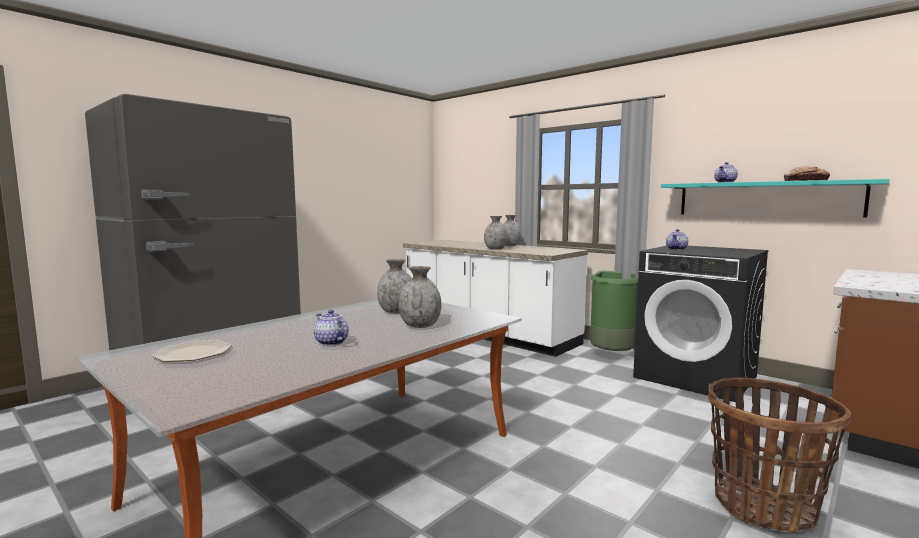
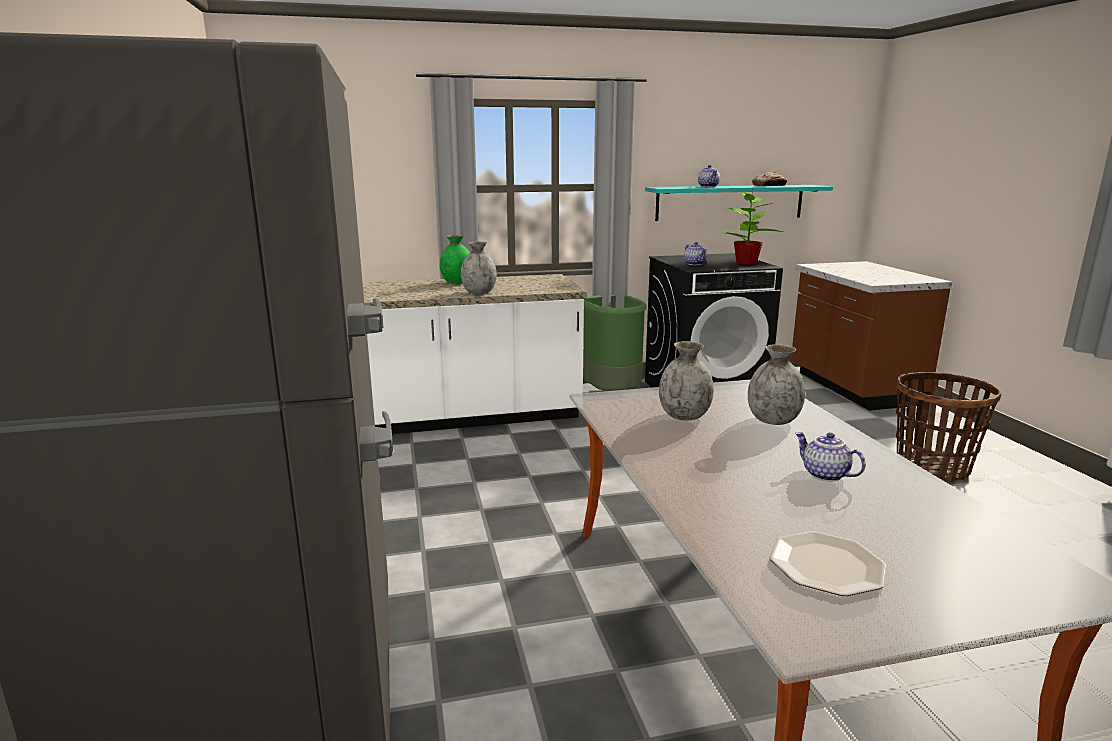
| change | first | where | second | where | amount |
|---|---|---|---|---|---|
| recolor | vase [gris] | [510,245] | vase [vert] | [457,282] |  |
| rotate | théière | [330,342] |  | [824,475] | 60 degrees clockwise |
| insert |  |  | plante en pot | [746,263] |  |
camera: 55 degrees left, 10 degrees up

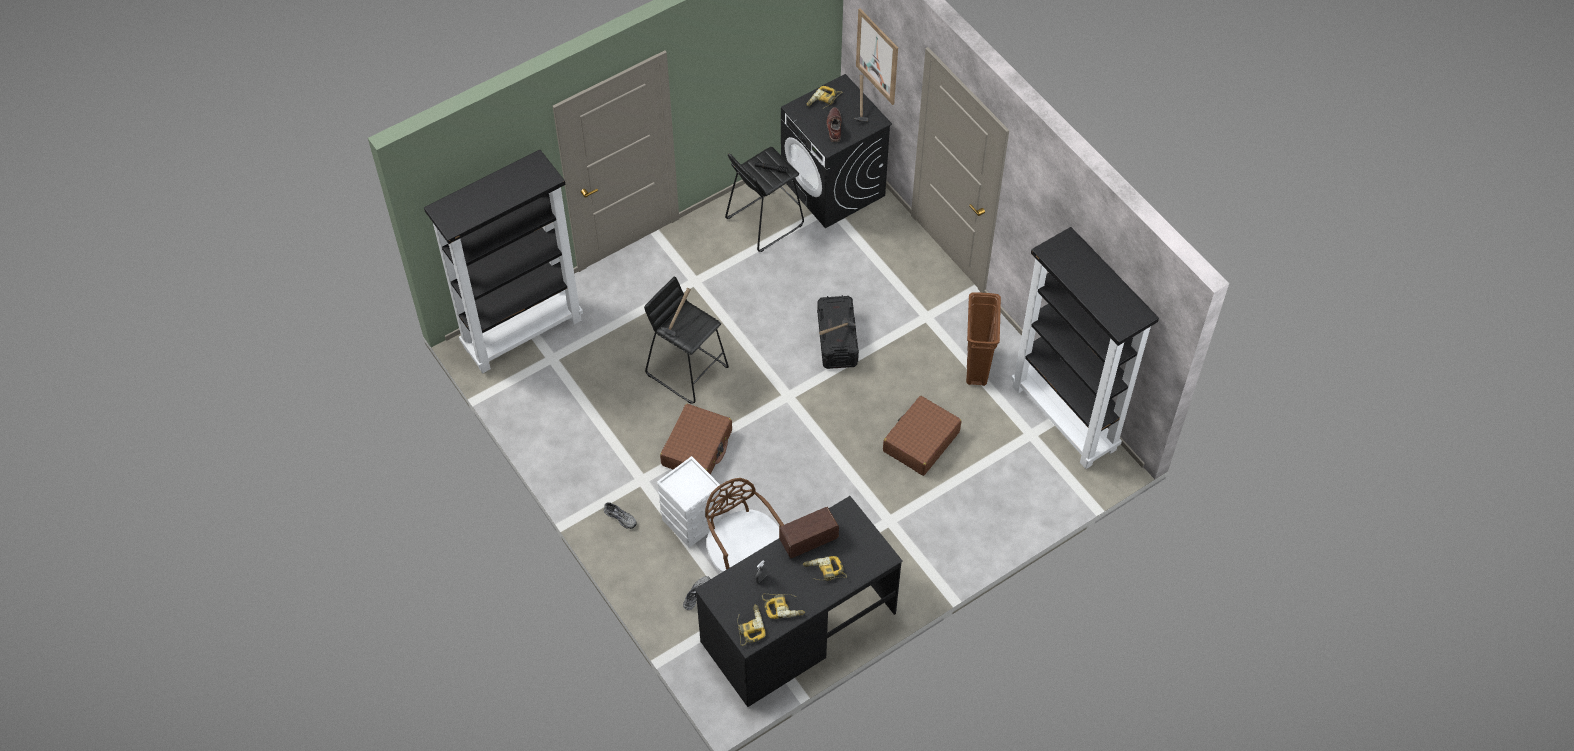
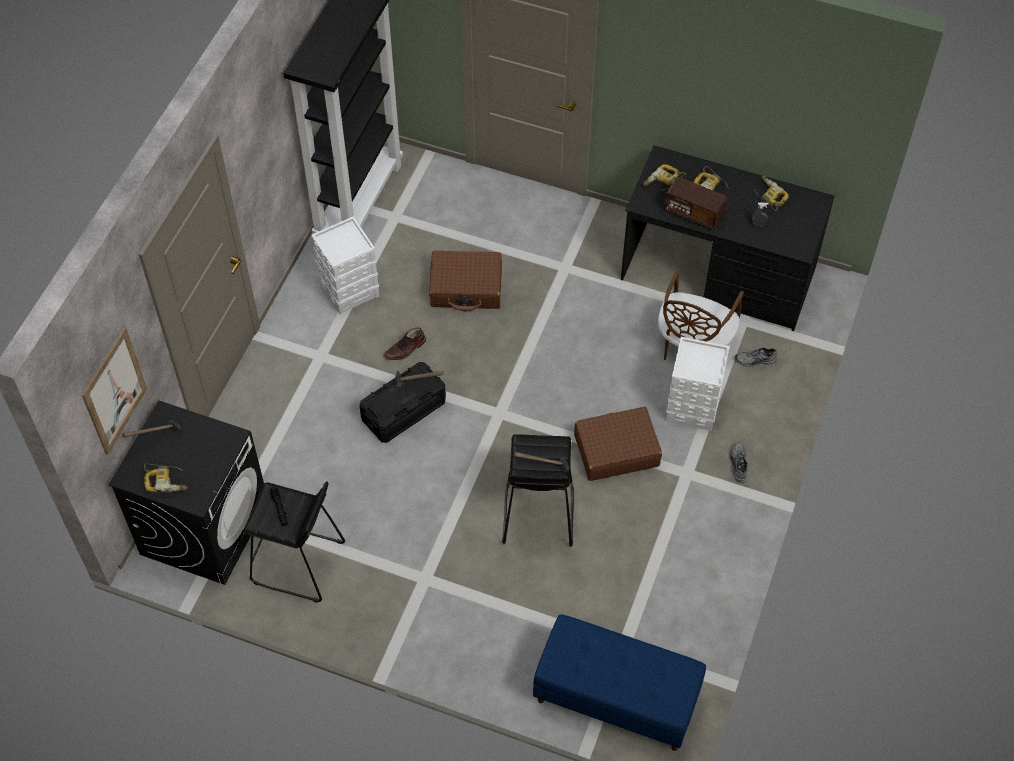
| change | first | where | second | where | amount |
|---|---|---|---|---|---|
| move | botte [marron] | [834,127] |  | [405,349] |  |
| replace | bibliothèque [noir] | [523,332] | banc [bleu] | [615,698] |  |
| replace | poubelle [marron] | [977,366] | boîte de rangement [blanc] | [350,289] |  |
| move | perceuse | [749,627] |  | [663,182] |  |
camera: 125 degrees left, 0 degrees up

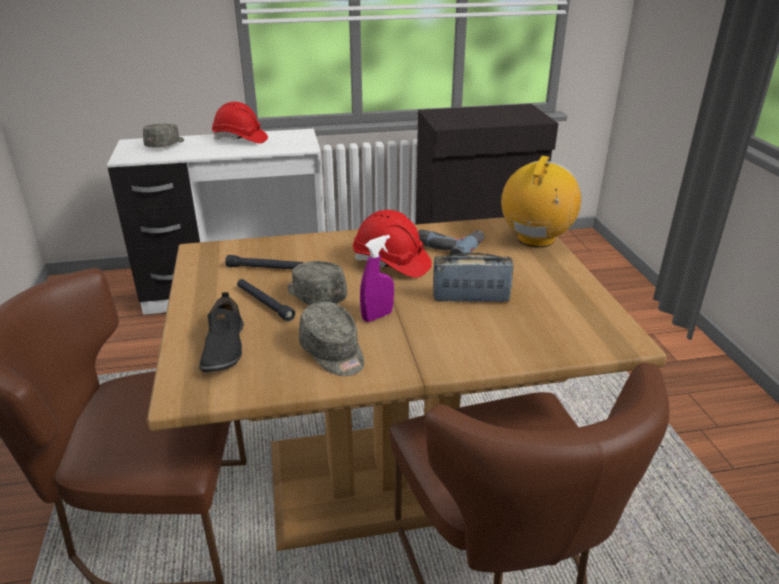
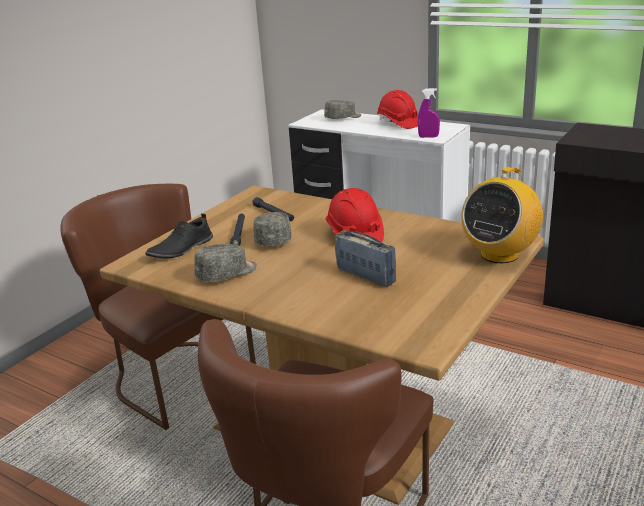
| change | first | where | second | where | amount |
|---|---|---|---|---|---|
| rotate | radio | [535,239] |  | [499,254] | 150 degrees clockwise |
| delete | perceuse | [449,246] |  |  |  |
| move | vaporisateur [violet] | [377,316] |  | [428,137] |  |
| rotate | casquette [gris] | [333,353] |  | [227,273] | 135 degrees counterclockwise |
camera: 45 degrees right, 5 degrees down

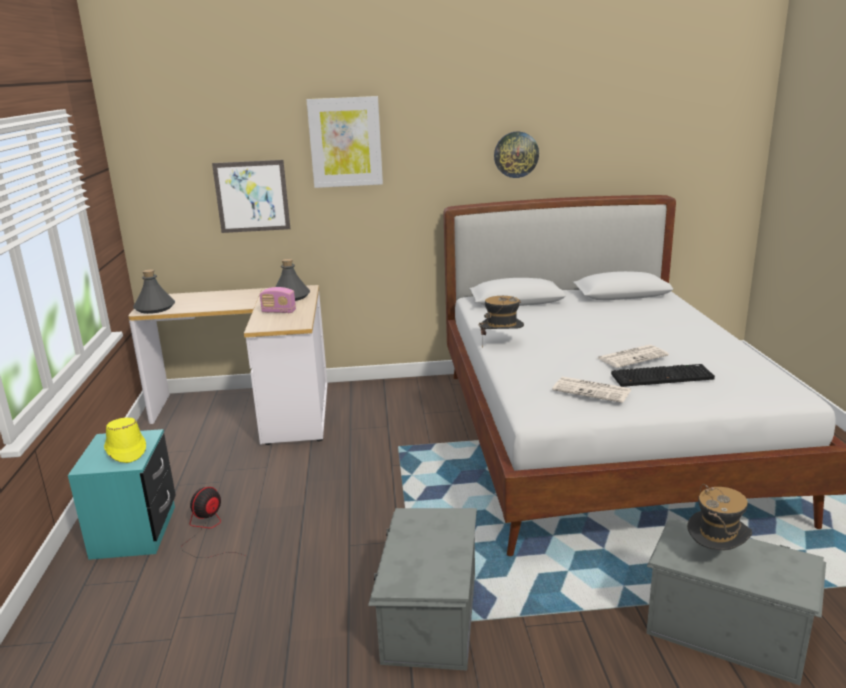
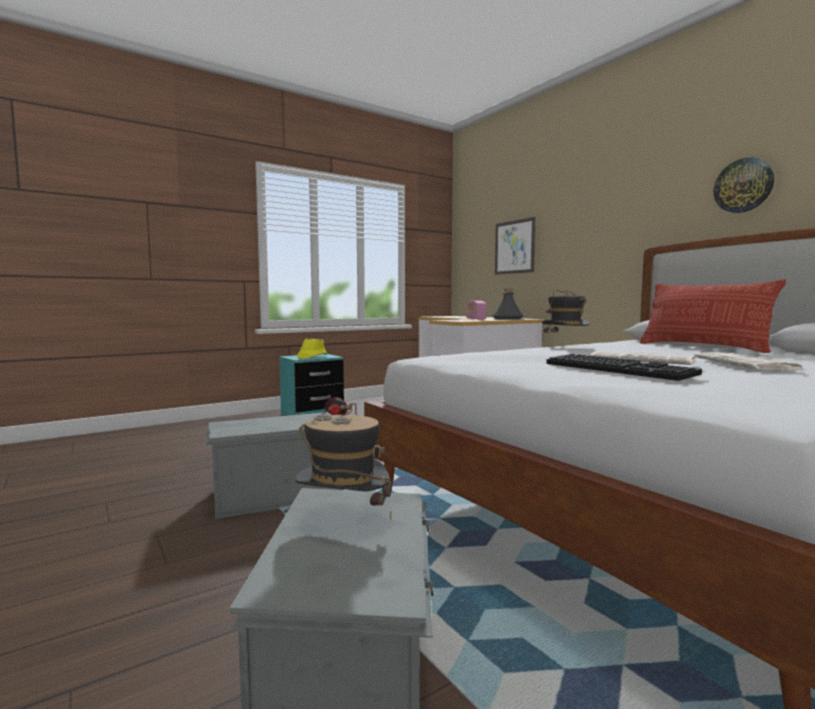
| change | first | where | second | where | amount |
|---|---|---|---|---|---|
| delete | tableau | [345,142] |  |  |  |
| delete | bouteille [gris] | [155,308] |  |  |  |
| move | journal | [593,390] |  | [746,364] |  |
| insert |  |  | coussin | [702,347] |  |
camera: 60 degrees right, 15 degrees down

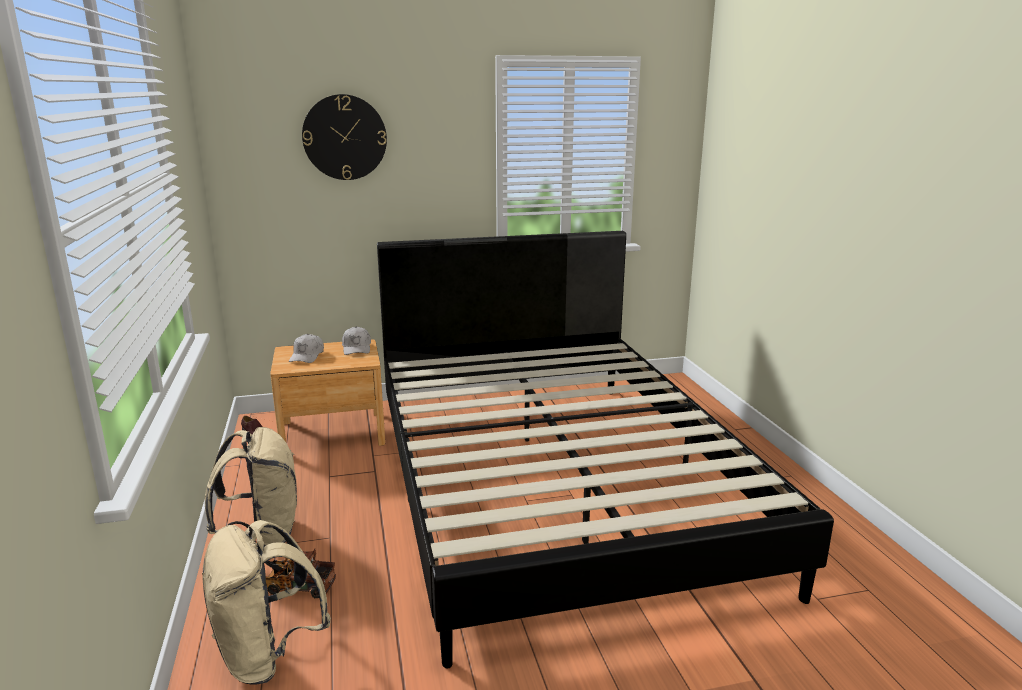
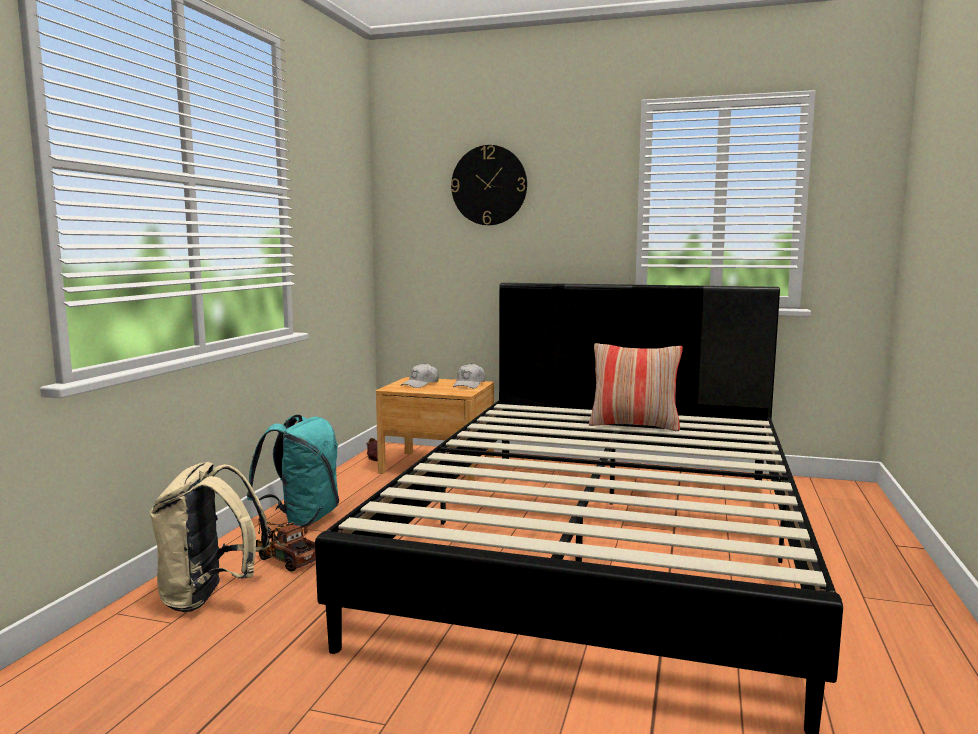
| change | first | where | second | where | amount |
|---|---|---|---|---|---|
| recolor | sac à dos [beige] | [262,536] | sac à dos [turquoise] | [301,520] |  |
| insert |  |  | coussin | [634,425] |  |
camera: 30 degrees right, 10 degrees down

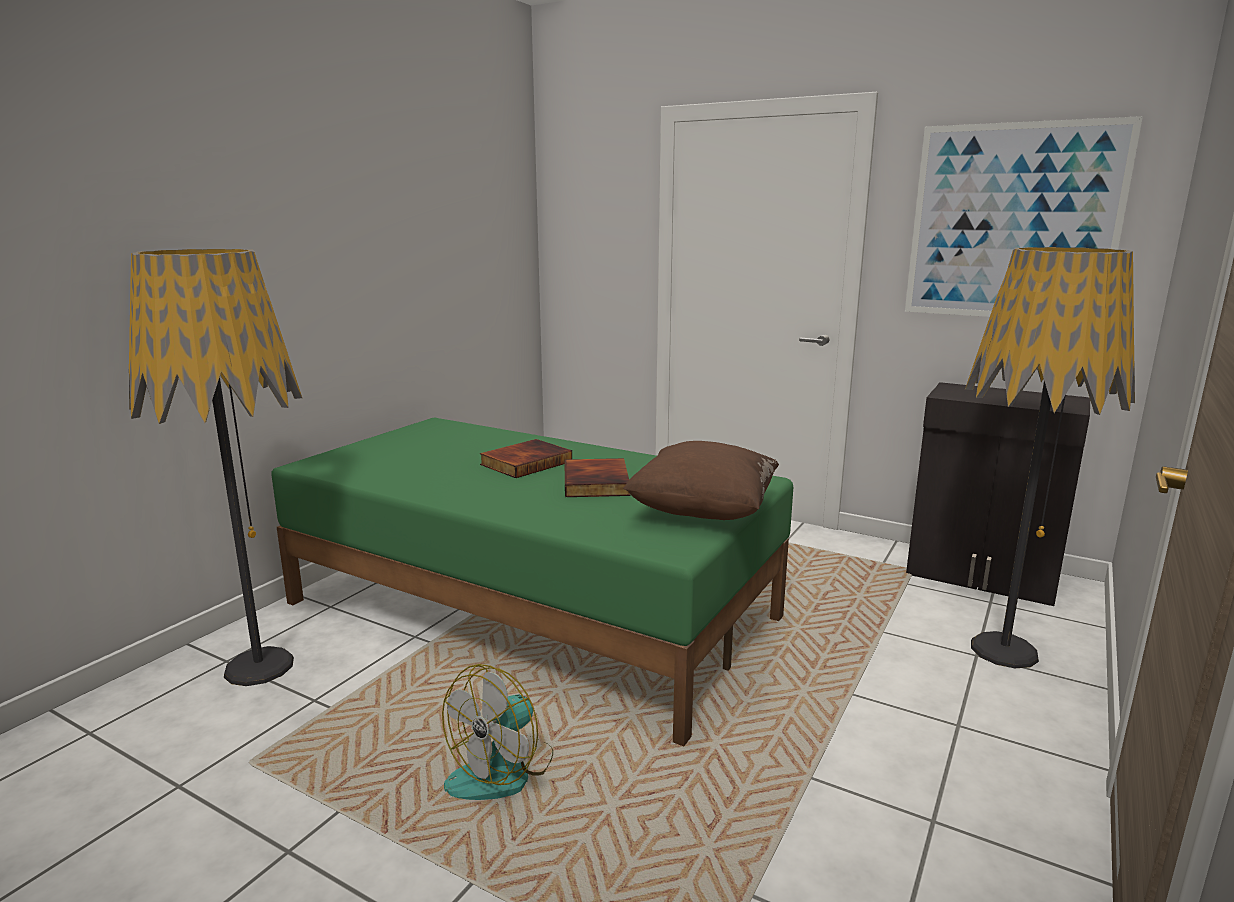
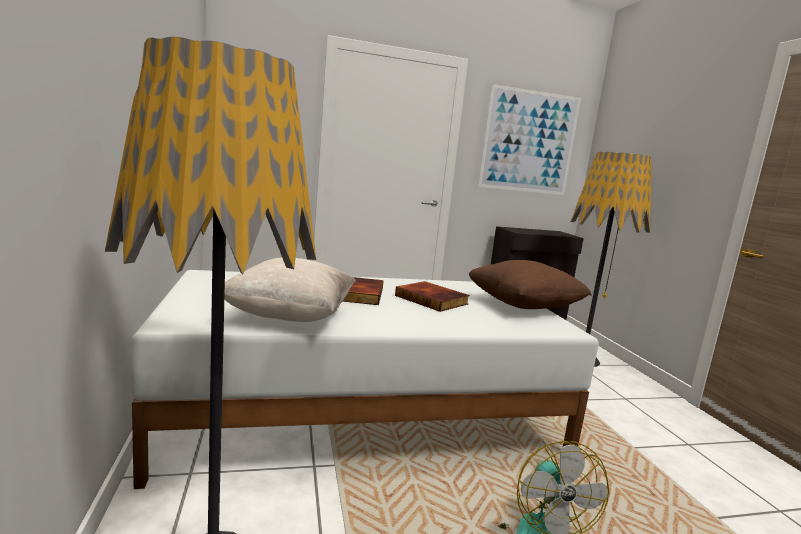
| change | first | where | second | where | amount |
|---|---|---|---|---|---|
| recolor | lit [vert] | [531,608] | lit [blanc] | [361,412] |  |
| insert |  |  | coussin [beige] | [290,317] |  |
camera: 45 degrees left, 5 degrees down

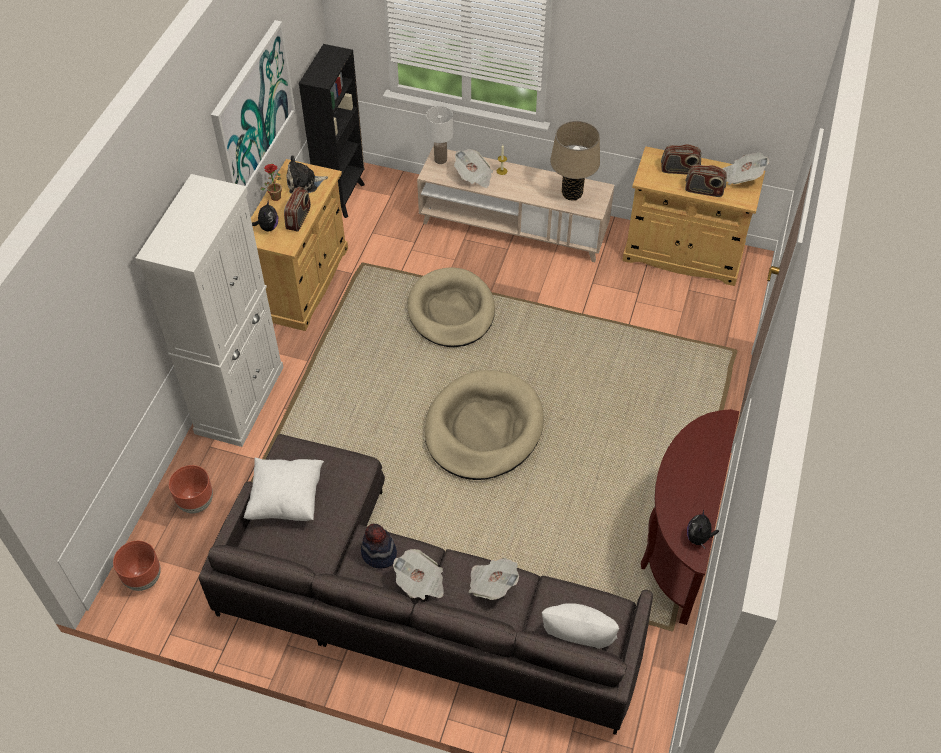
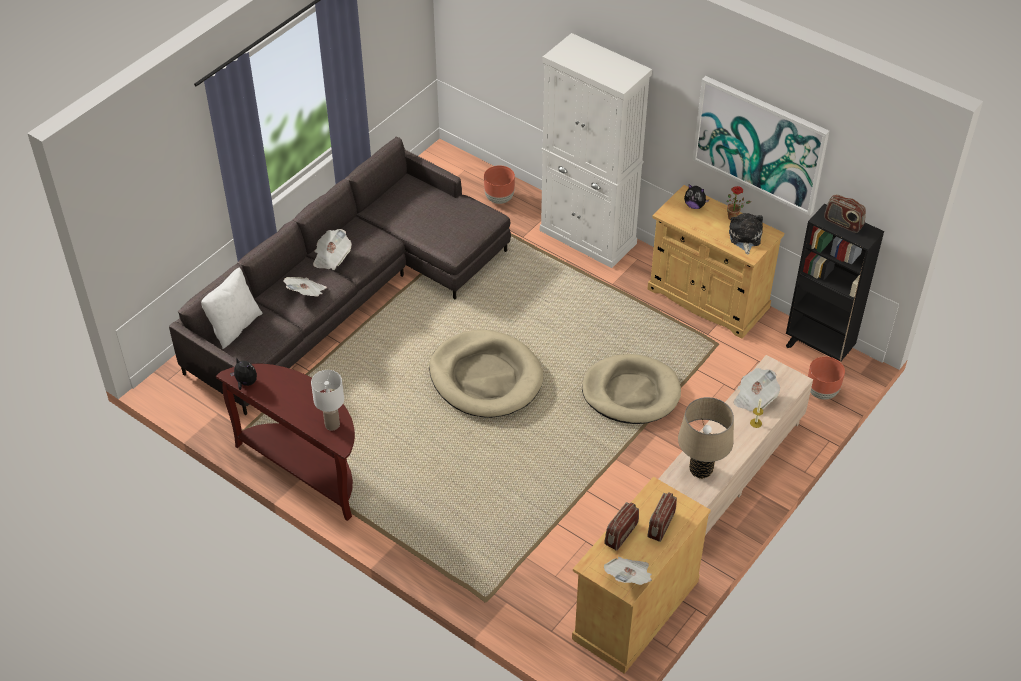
| change | first | where | second | where | amount |
|---|---|---|---|---|---|
| move | lampe de table [blanc] | [440,160] |  | [332,424] |  |
| move | radio | [299,219] |  | [843,223] |  |
| delete | coussin [blanc] | [286,499] |  |  |  |
| delete | chapeau | [379,553] |  |  |  |
| move | cache-pot [marron] | [144,578] |  | [821,392] |  |
camera: 110 degrees right, 5 degrees down

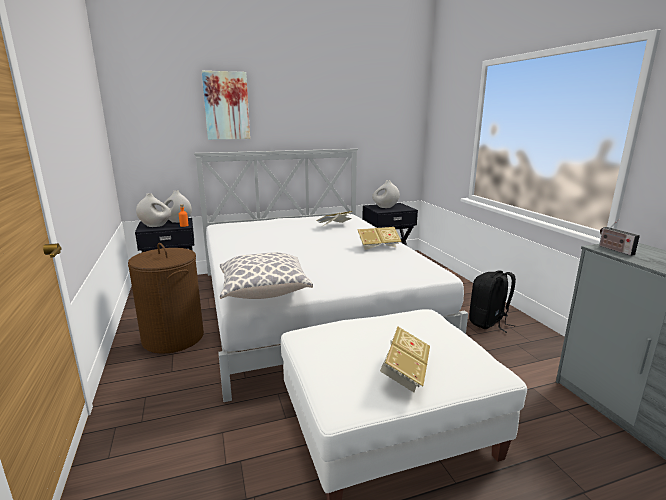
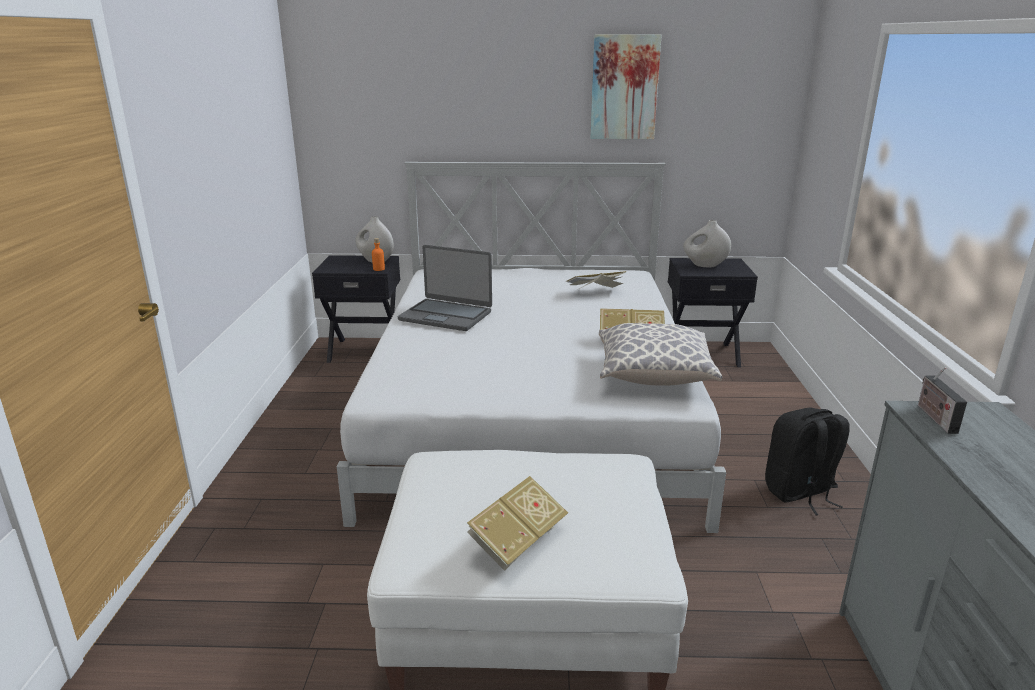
| change | first | where | second | where | amount |
|---|---|---|---|---|---|
| move | tableau | [226,106] |  | [624,87] |  |
| delete | vase [blanc] | [155,225] |  |  |  |
| delete | panier à linge [marron] | [173,338] |  |  |  |
| move | coussin | [264,292] |  | [653,376] |  |
| insert |  |  | ordinateur portable | [446,316] |  |
camera: 20 degrees right, 5 degrees up

